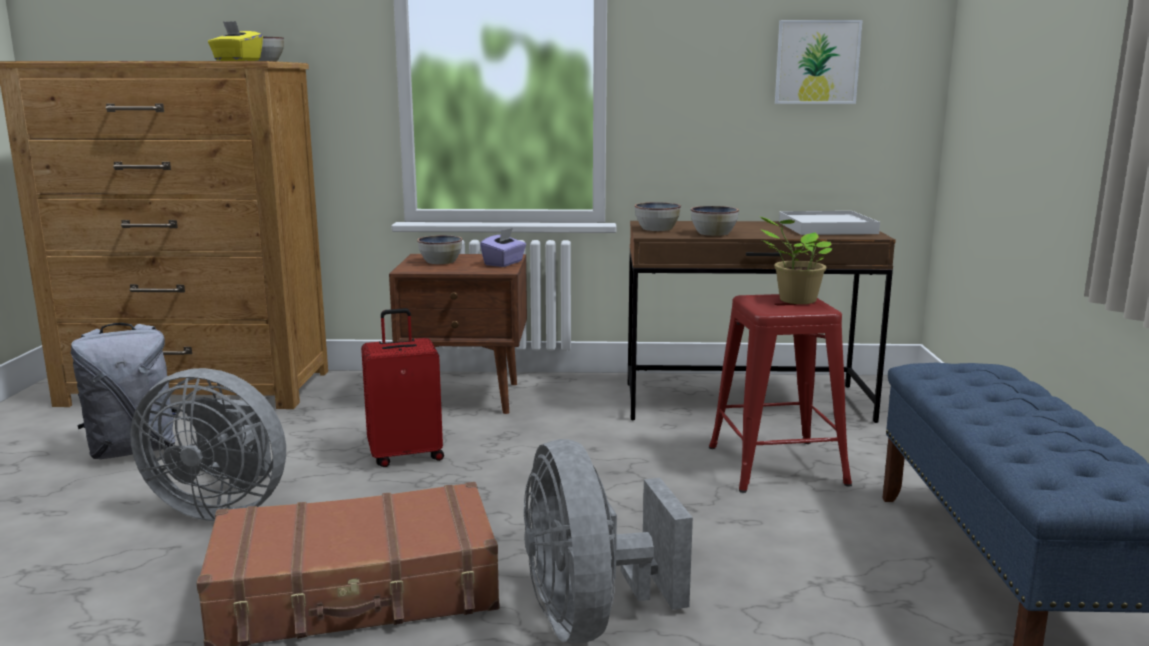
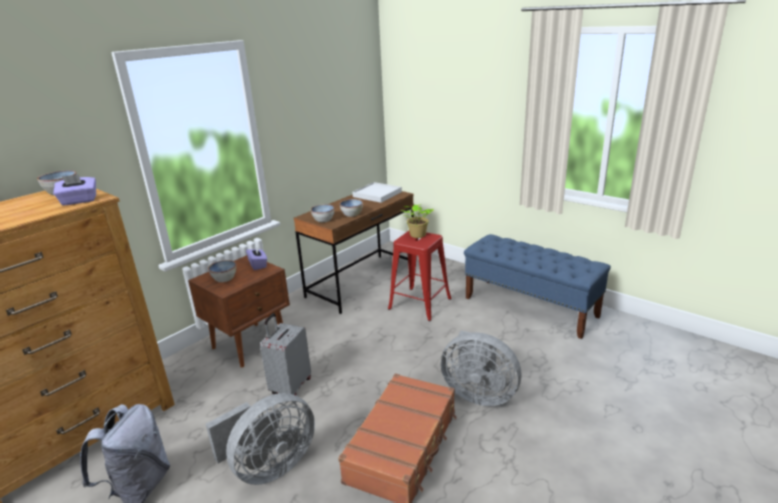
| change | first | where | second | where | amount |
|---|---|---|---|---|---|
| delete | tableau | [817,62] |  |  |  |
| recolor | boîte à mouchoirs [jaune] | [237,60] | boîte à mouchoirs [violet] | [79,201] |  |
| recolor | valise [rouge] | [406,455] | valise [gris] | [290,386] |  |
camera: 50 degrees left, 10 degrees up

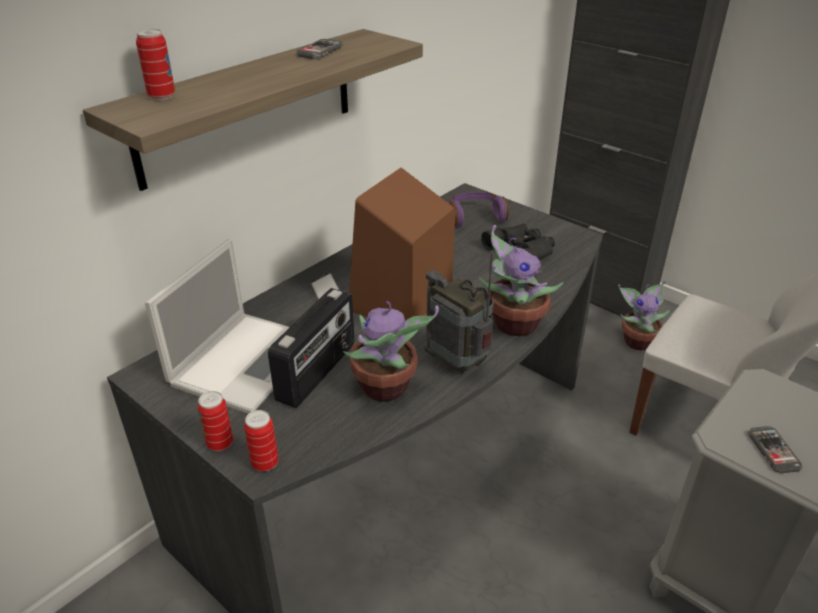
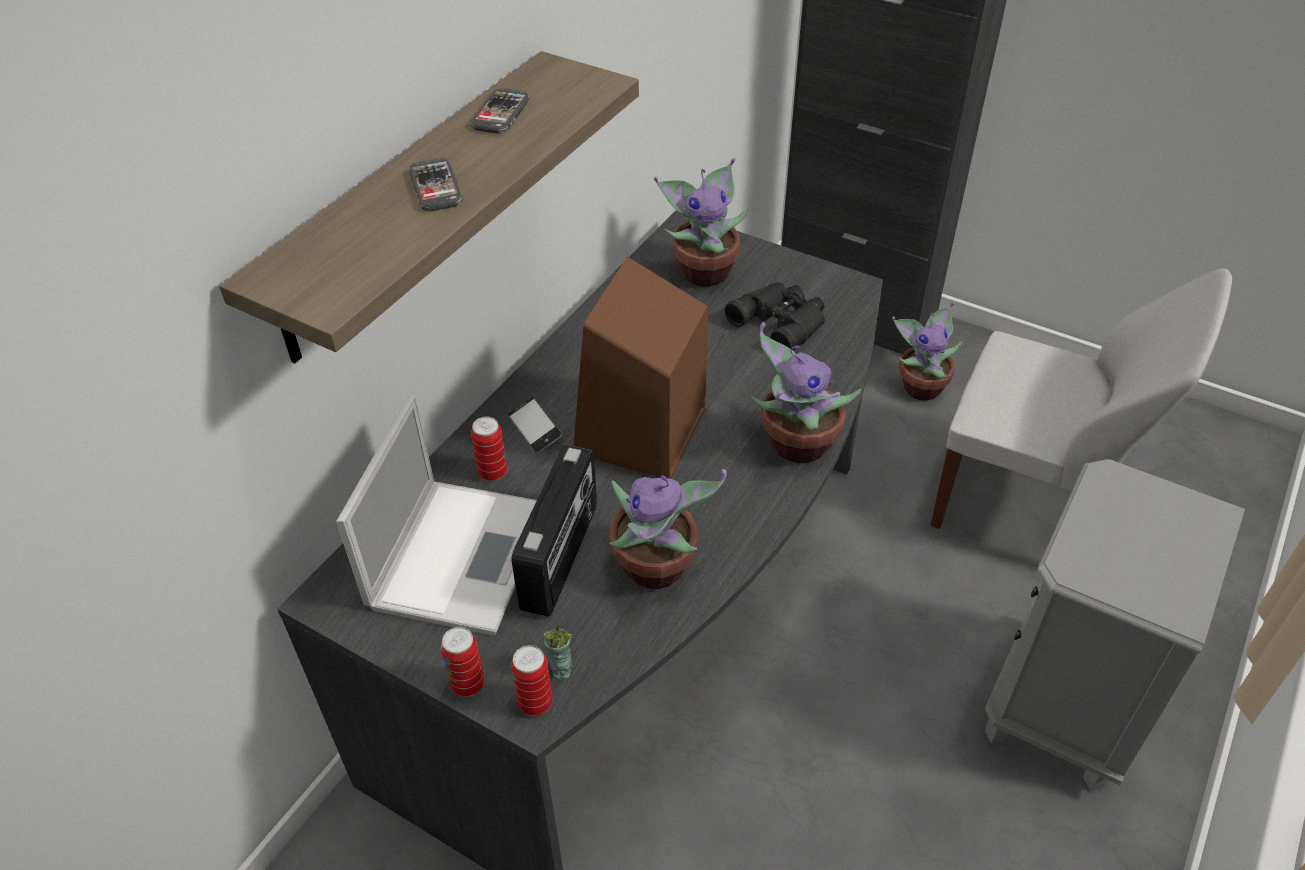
| change | first | where | second | where | amount |
|---|---|---|---|---|---|
| move | boîte métallique | [162,96] |  | [493,472] |  |
| replace | casque audio [violet] | [475,217] | plante en pot | [704,270] |  |
| delete | radio | [458,363] |  |  |  |
| move | téléphone | [773,450] |  | [435,187] |  |
| insert |  |  | tasse | [561,669] |  |
camera: 10 degrees left, 10 degrees up

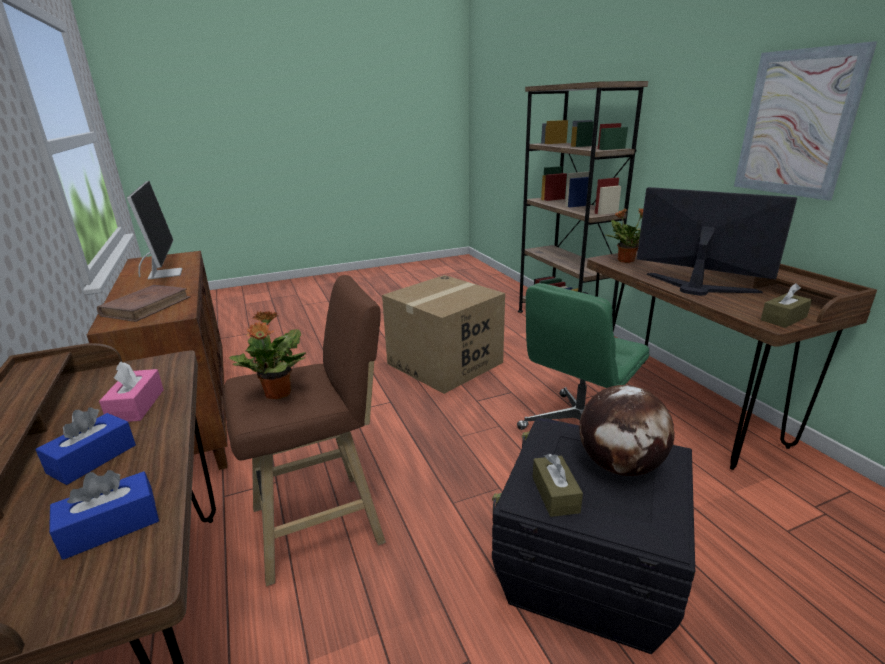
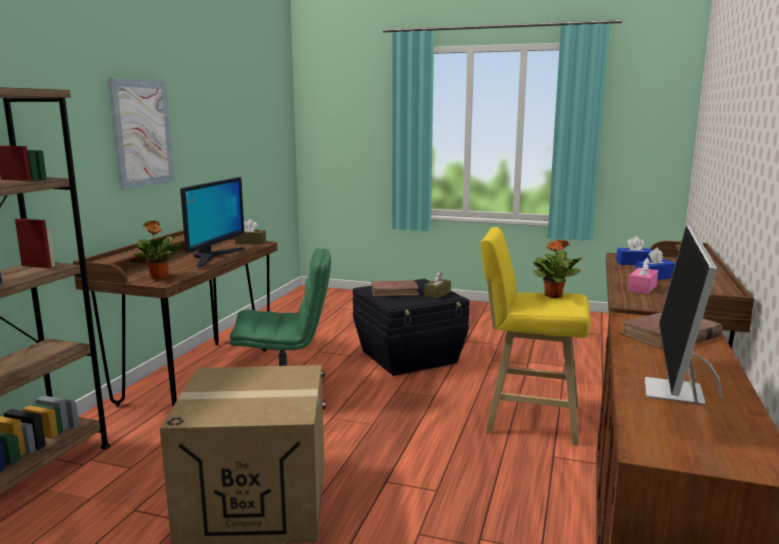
| change | first | where | second | where | amount |
|---|---|---|---|---|---|
| rotate | écran d'ordinateur | [697,287] |  | [213,256] | 150 degrees counterclockwise |
| recolor | tabouret [marron] | [324,523] | tabouret [jaune] | [527,418] |  |
| replace | globe | [620,466] | livre [marron] | [395,291] |  |
camera: 140 degrees left, 10 degrees down

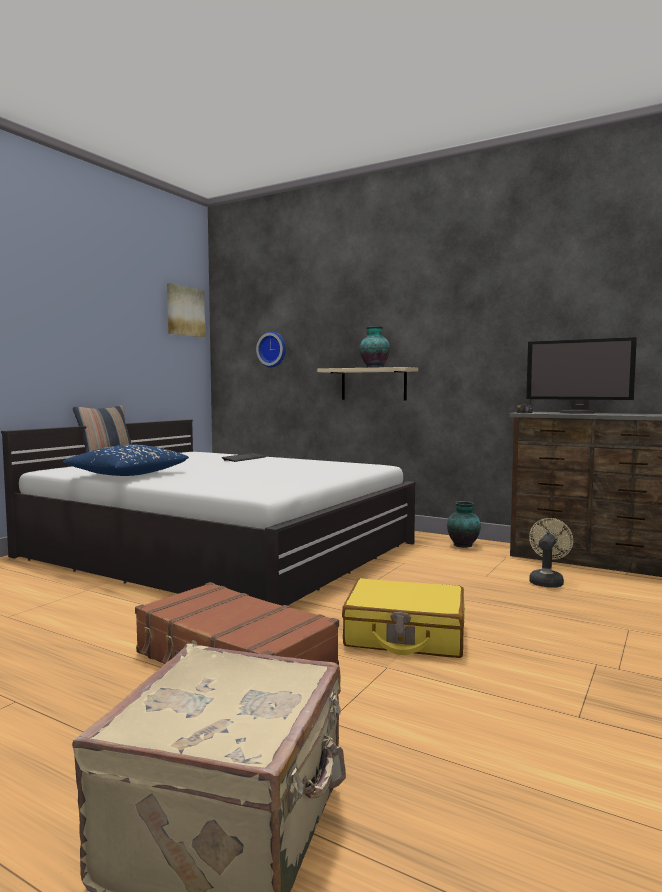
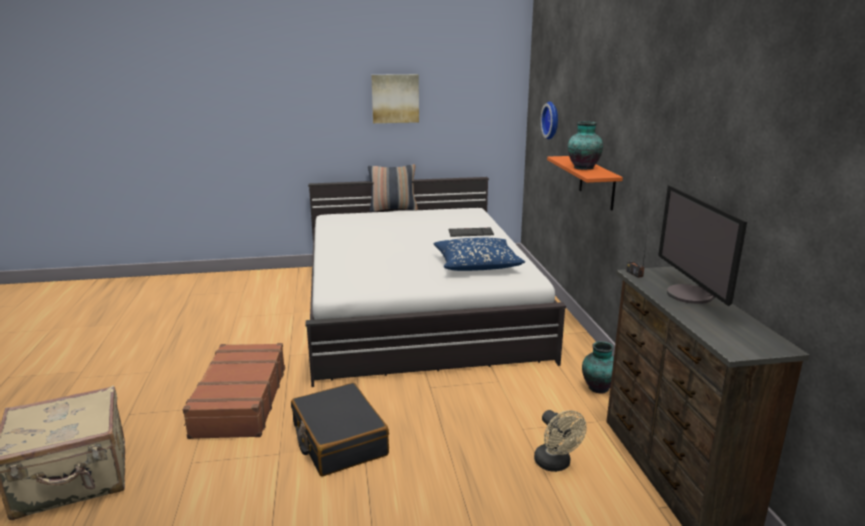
| change | first | where | second | where | amount |
|---|---|---|---|---|---|
| move | tableau | [185,311] |  | [395,98] |  |
| recolor | étagère [beige] | [373,384] | étagère [orange] | [597,182] |  |
| move | coussin [bleu] | [128,474] |  | [477,265] |  |
| rotate | ventilateur [beige] | [547,581] |  | [556,464] | 75 degrees clockwise |
| recolor | valise [jaune] | [405,635] | valise [noir] | [338,440] |  |
camera: 50 degrees right, 15 degrees up

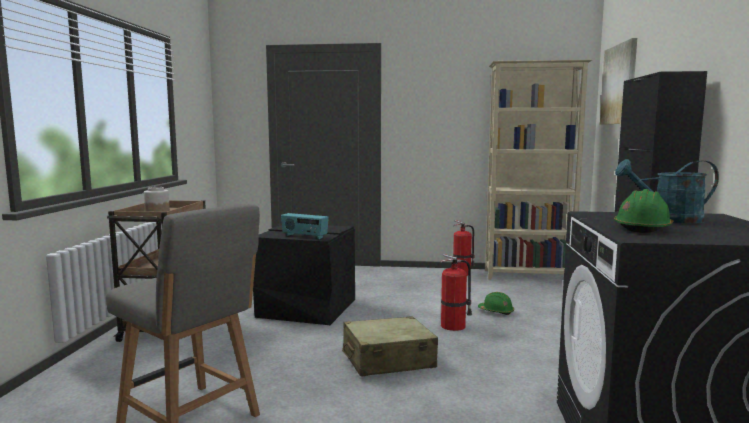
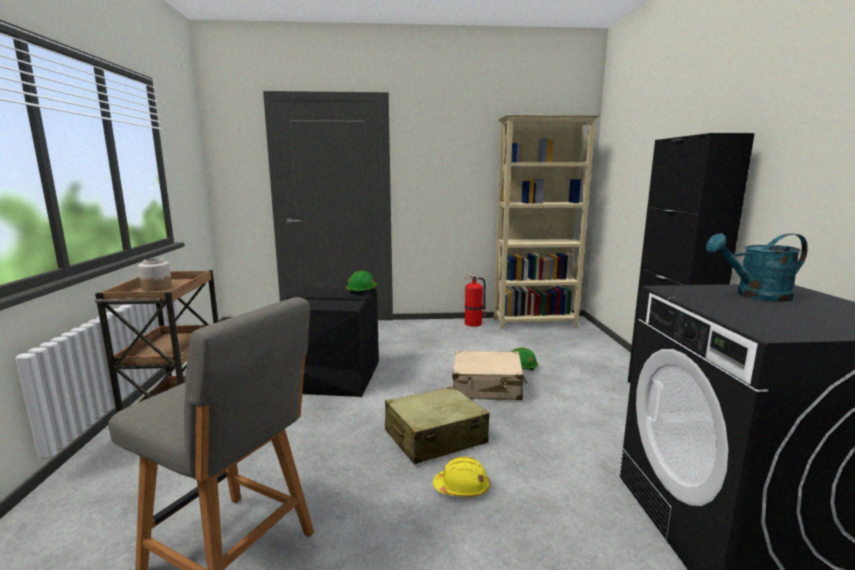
| change | first | where | second | where | amount |
|---|---|---|---|---|---|
| delete | tableau | [619,84] |  |  |  |
| move | casque de chantier [vert] | [642,228] |  | [362,290] |  |
| delete | radio | [304,236] |  |  |  |
| replace | extincteur | [454,326] | valise [beige] | [487,387] |  |
| insert |  |  | casque de chantier [jaune] | [462,488] |  |
camera: 10 degrees left, 5 degrees up

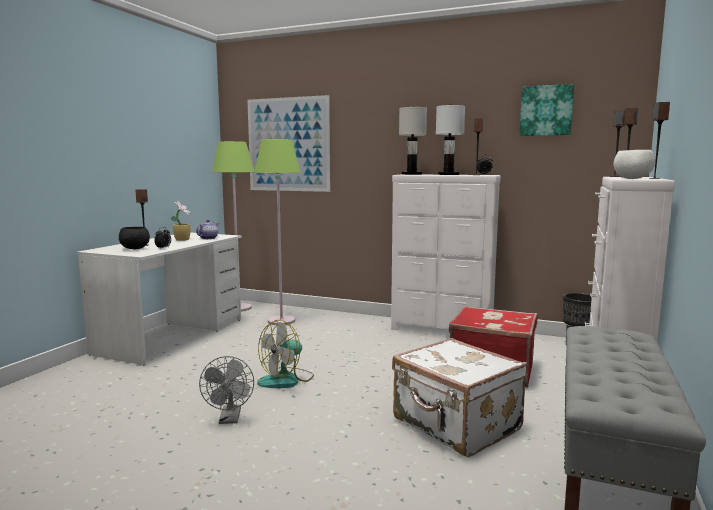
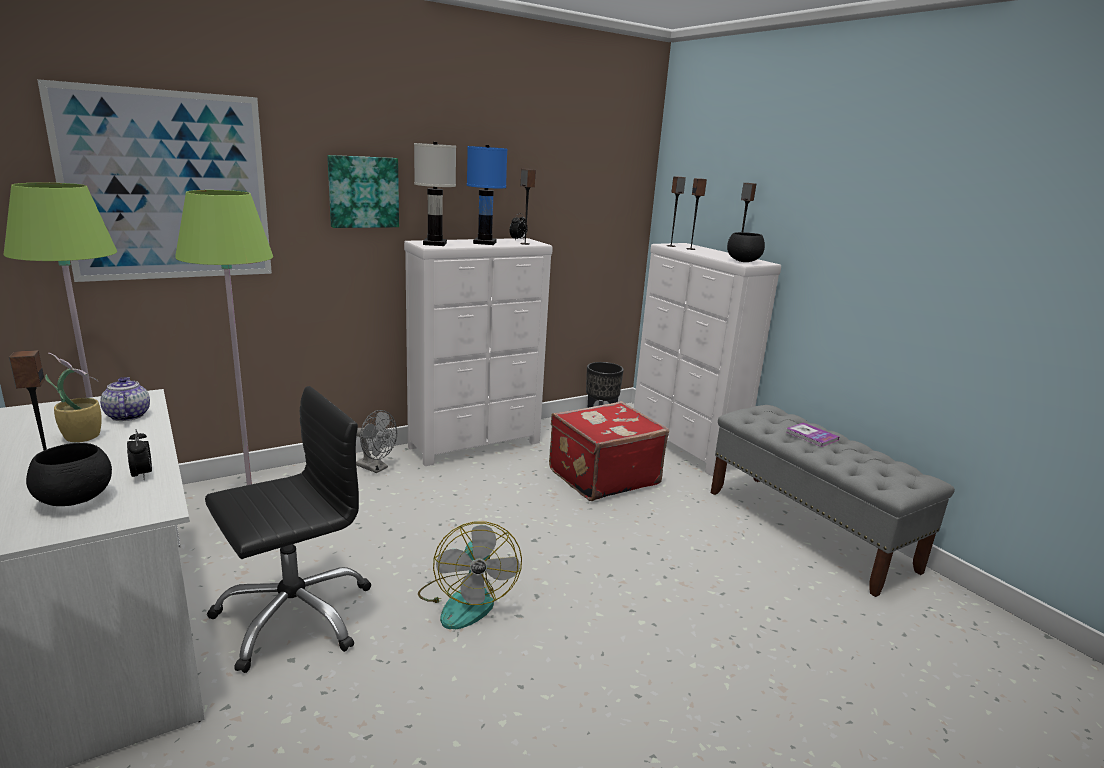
| change | first | where | second | where | amount |
|---|---|---|---|---|---|
| move | tableau | [546,111] |  | [363,192] |  |
| recolor | lampe de table [blanc] | [448,174] | lampe de table [bleu] | [484,243] |  |
| recolor | bol [blanc] | [633,179] | bol [noir] | [743,261] |  |
| delete | valise [blanc] | [455,425] |  |  |  |
| move | ventilateur [gris] | [230,419] |  | [376,468] |  |
| insert |  |  | chaise de bureau [noir] | [294,615] |  |
| insert |  |  | livre | [811,436] |  |
camera: 55 degrees left, 10 degrees up

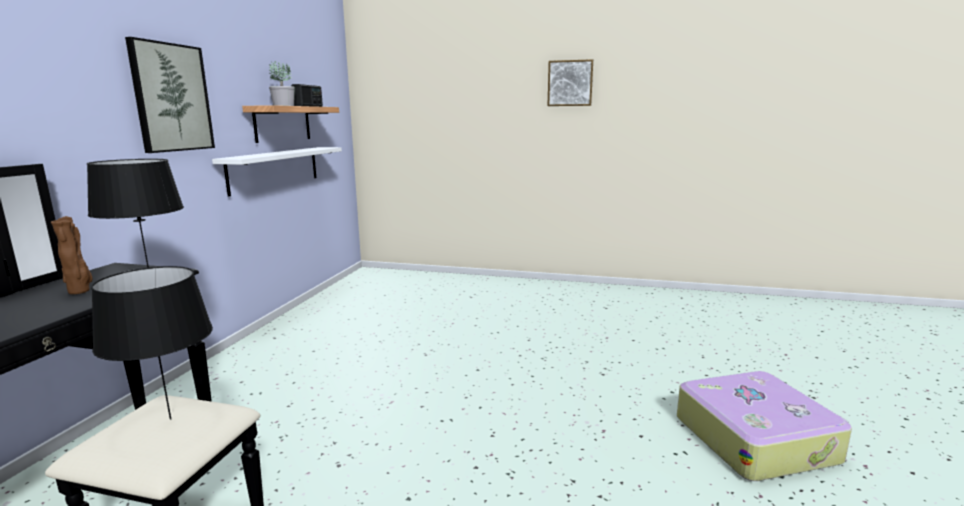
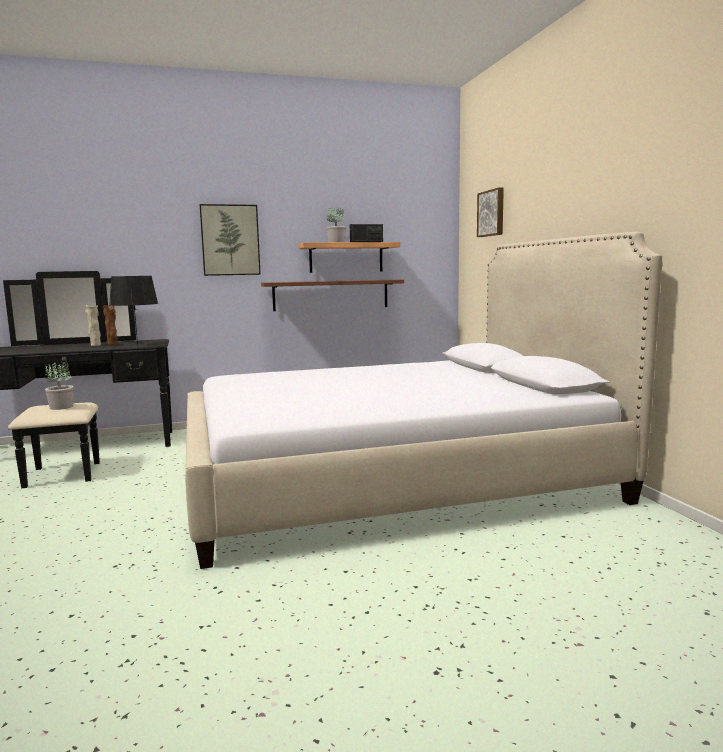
| change | first | where | second | where | amount |
|---|---|---|---|---|---|
| move | tableau | [570,83] |  | [492,213] |  |
| recolor | étagère [blanc] | [275,169] | étagère [marron] | [331,295] |  |
| replace | lampe de table [noir] | [171,418] | plante en pot | [62,407] |  |
| delete | valise | [755,438] |  |  |  |
| insert |  |  | lit | [390,478] |  |
| insert |  |  | vase [beige] | [95,345] |  |
camera: 60 degrees right, 5 degrees down

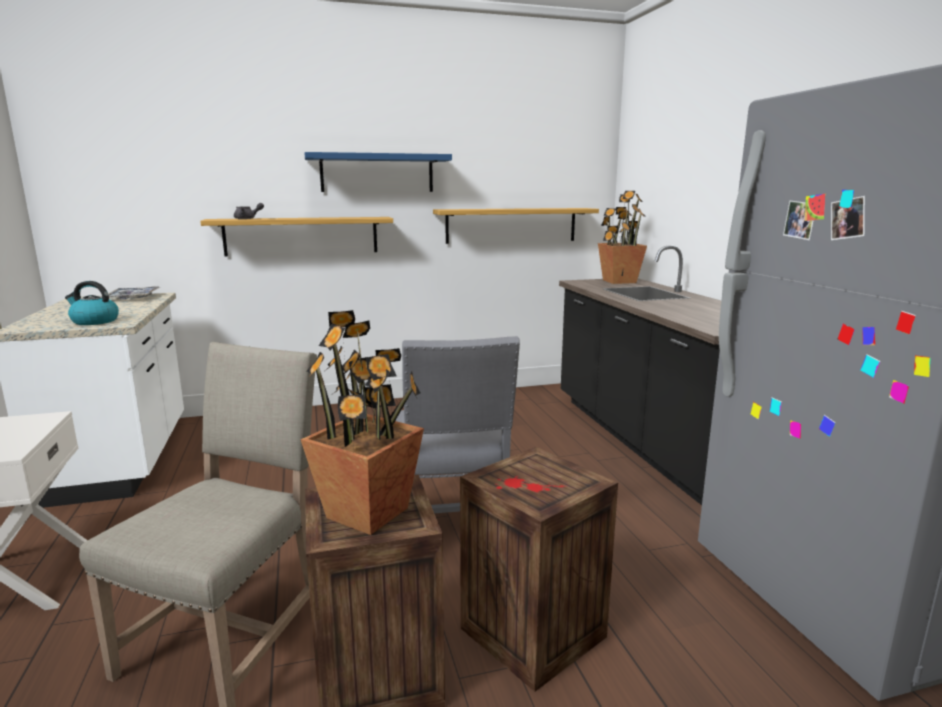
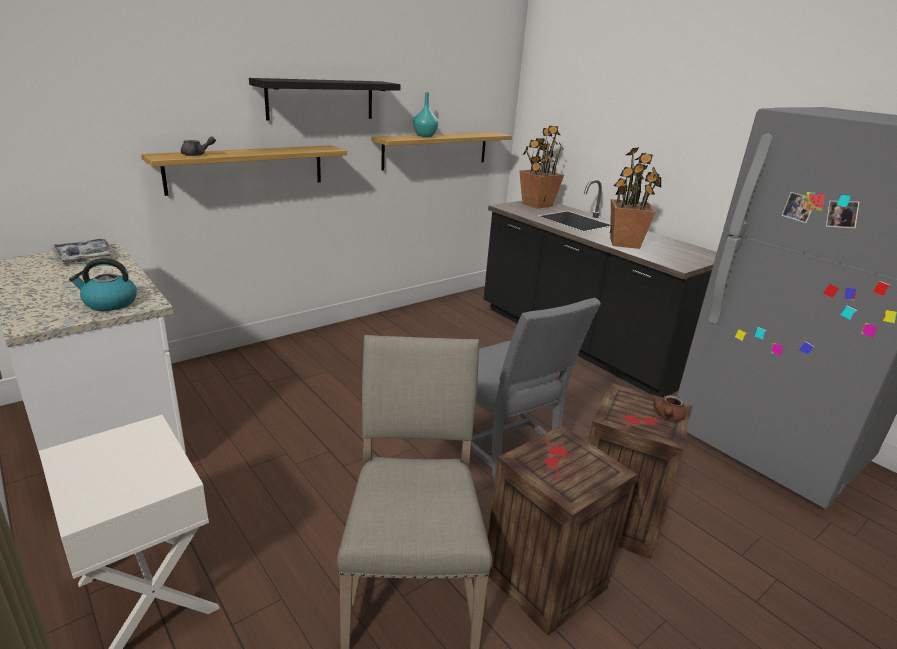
| change | first | where | second | where | amount |
|---|---|---|---|---|---|
| recolor | étagère [bleu] | [377,173] | étagère [noir] | [321,99] |  |
| move | plante en pot | [369,513] |  | [625,243] |  |
| insert |  |  | vase [turquoise] | [425,136] |  |
| insert |  |  | théière [marron] | [667,416] |  |
camera: 25 degrees left, 10 degrees up

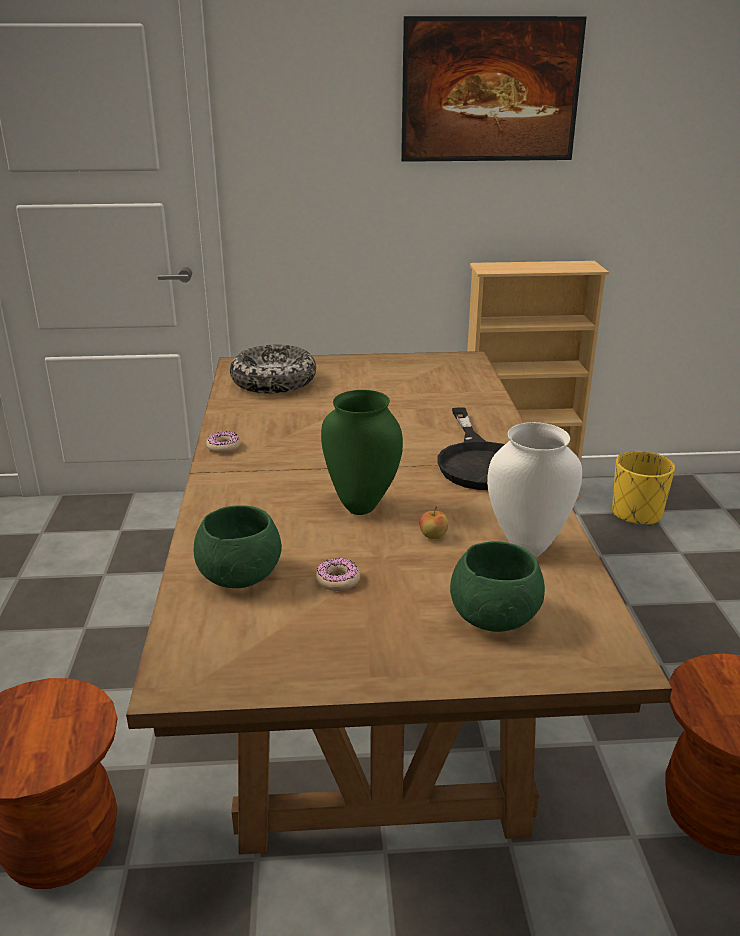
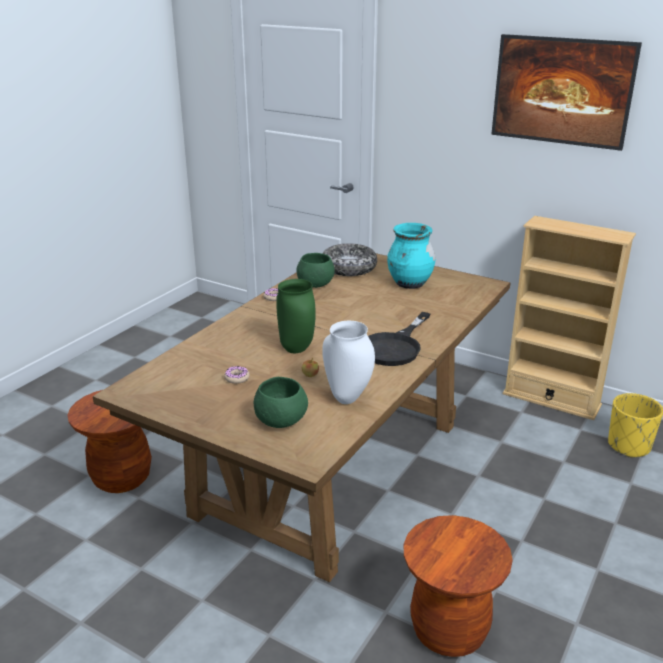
| change | first | where | second | where | amount |
|---|---|---|---|---|---|
| move | bol [vert] | [239,577] |  | [315,285] |  |
| insert |  |  | vase [turquoise] | [410,284] |  |
camera: 35 degrees right, 0 degrees up

